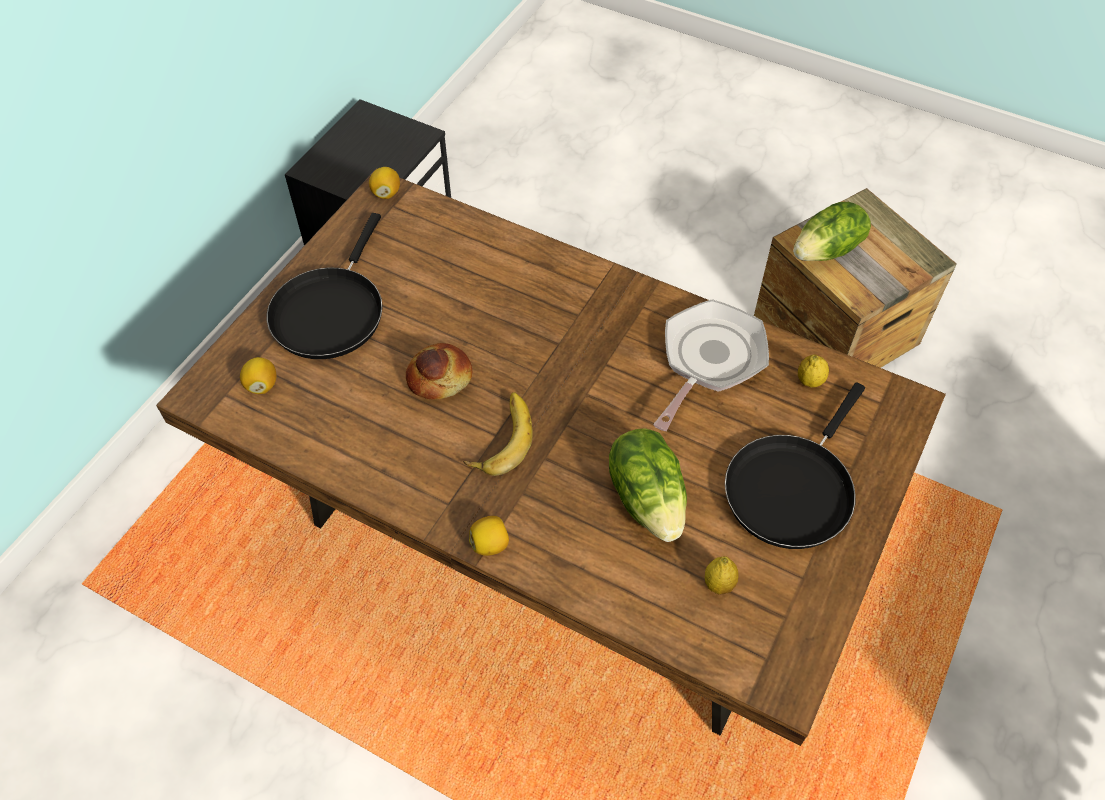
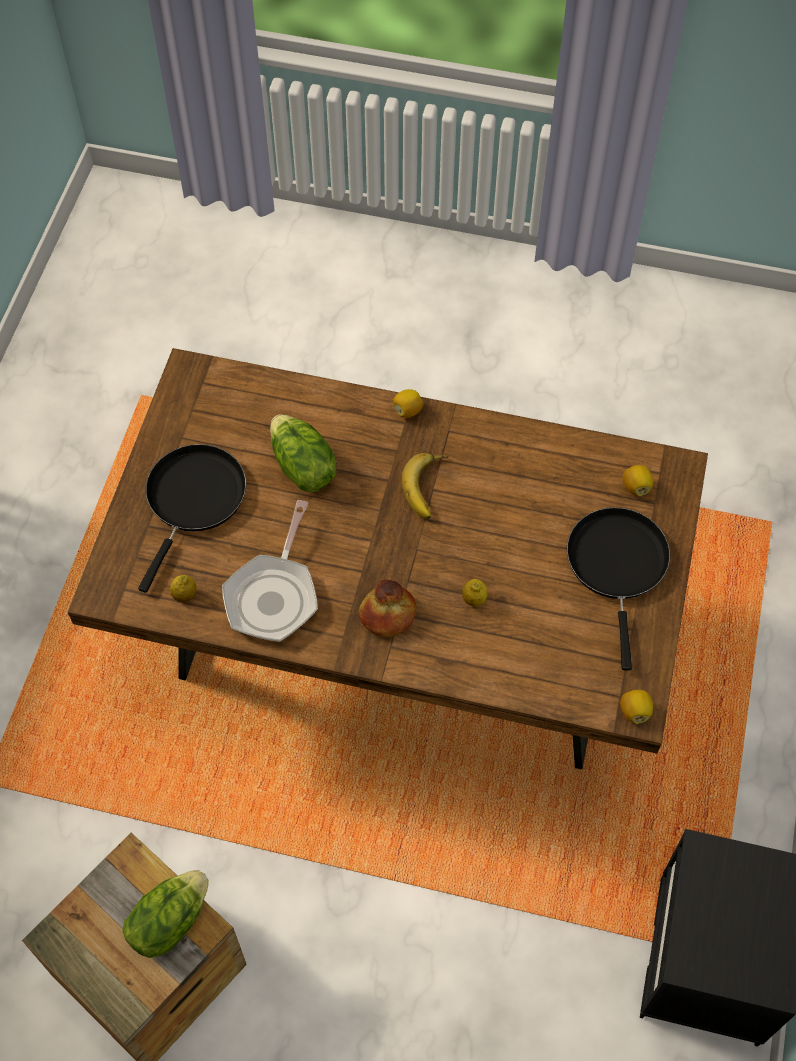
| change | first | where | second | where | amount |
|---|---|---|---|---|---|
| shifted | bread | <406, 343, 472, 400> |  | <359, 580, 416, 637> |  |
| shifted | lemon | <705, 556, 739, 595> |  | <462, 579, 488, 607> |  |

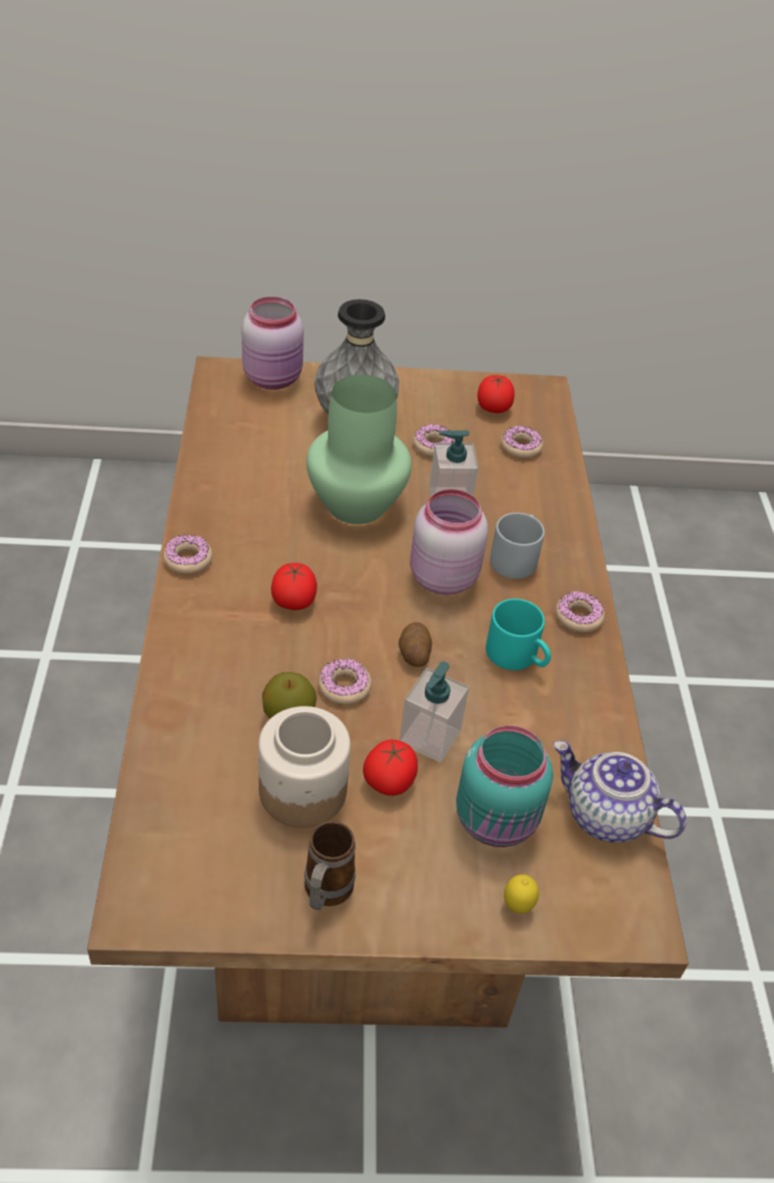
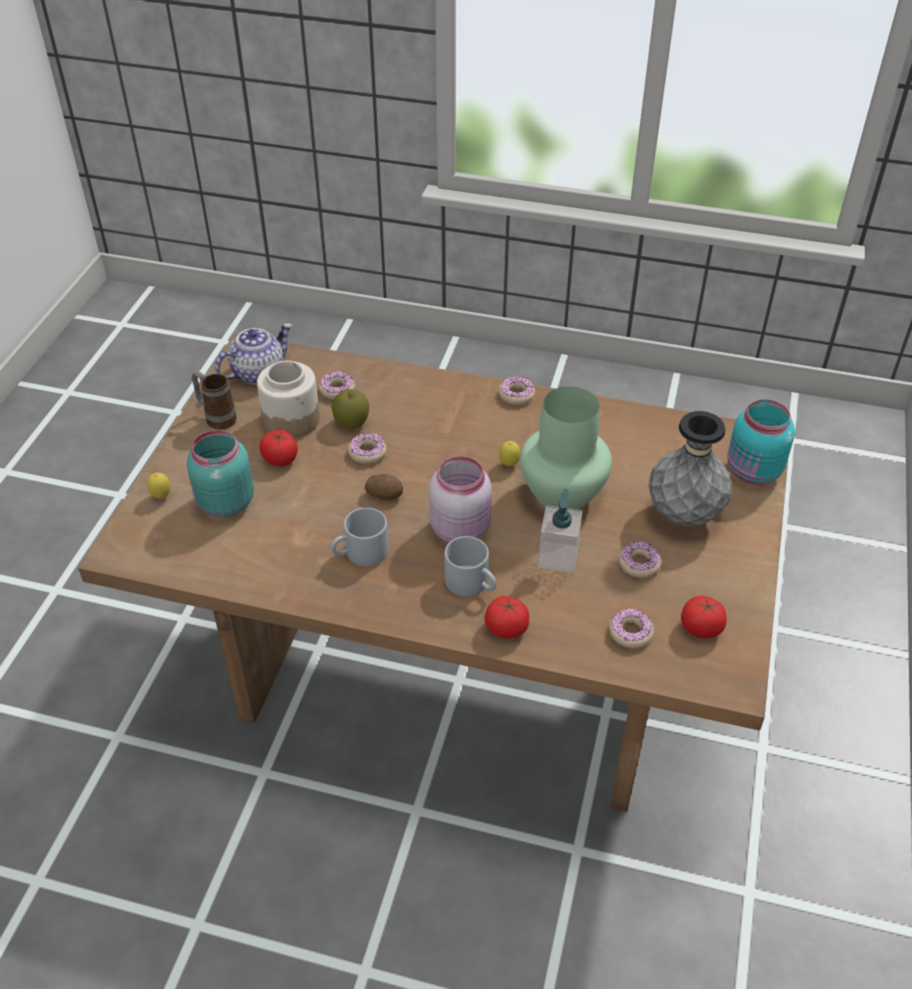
| change | first | where | second | where | amount |
|---|---|---|---|---|---|
| repainted | pink-coloured jar | <242, 297, 304, 390> | turquoise jar | <727, 399, 795, 485> |  |
| shifted | fresh tomato | <271, 563, 317, 610> |  | <485, 596, 529, 639> |  |
| shifted | donut | <556, 591, 605, 633> |  | <319, 371, 355, 400> |  |
| repainted | turquoise coffee mug | <486, 599, 551, 670> | gray coffee mug | <331, 508, 389, 566> |  |
| gone | soap bottle | <399, 662, 469, 762> |  |  |  |
| shifted | teapot | <553, 741, 686, 843> |  | <215, 323, 292, 384> |  |
| new |  |  | lemon | <499, 441, 521, 466> |  |

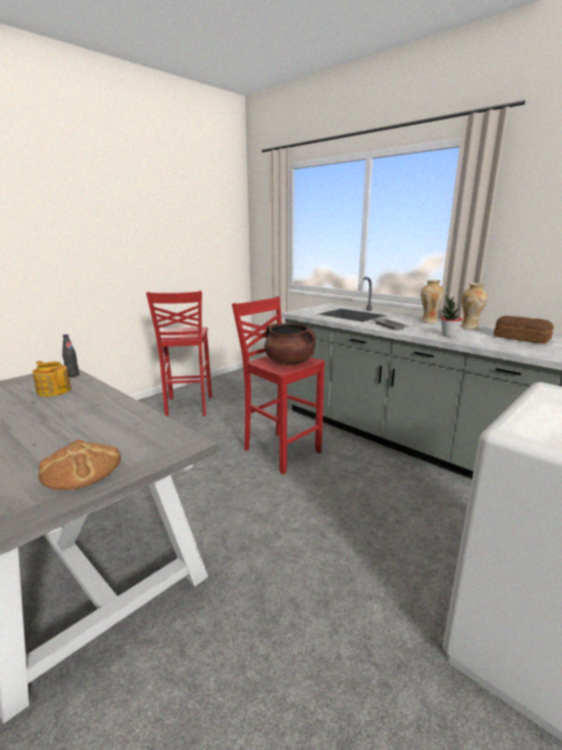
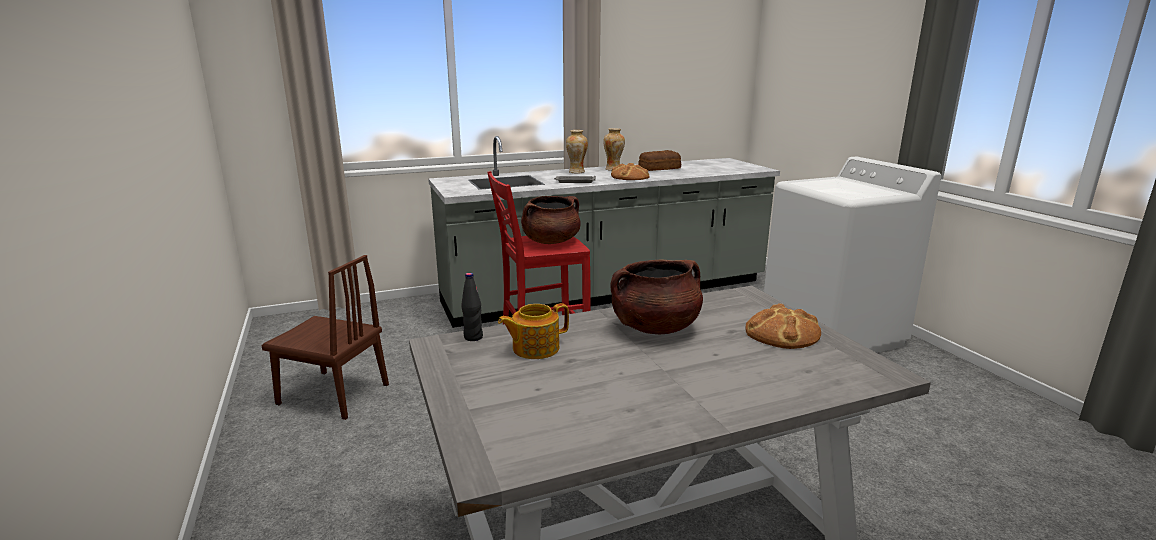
| change | first | where | second | where | amount |
|---|---|---|---|---|---|
| swapped | reddish sitting stool | <146, 291, 212, 417> | brownish chair | <261, 255, 389, 420> |  |
| swapped | plant in a pot | <441, 295, 462, 337> | bread | <611, 163, 649, 180> |  |
| new |  |  | brownish stockpot | <611, 260, 703, 334> |  |

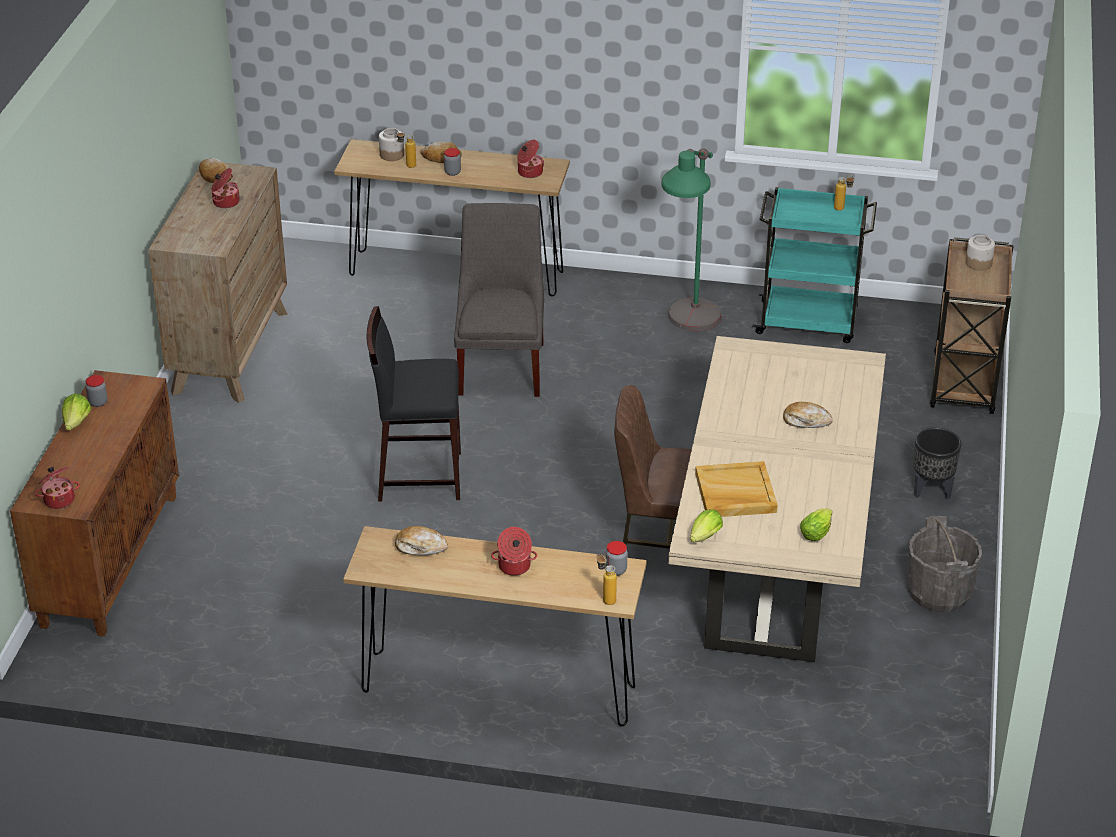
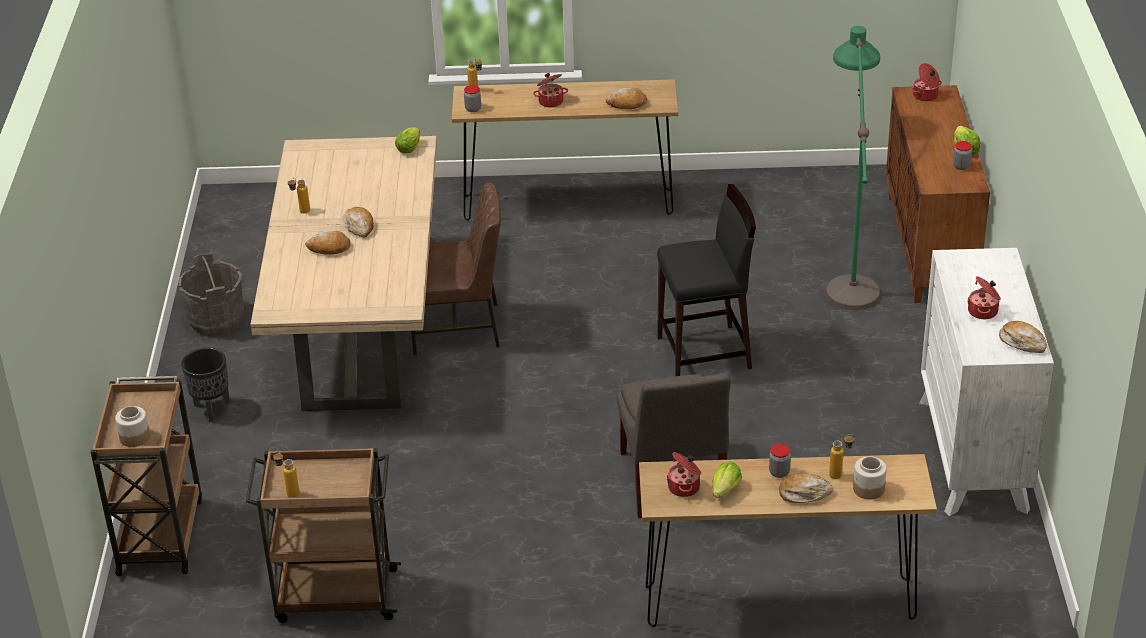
| change | first | where | second | where | amount |
|---|---|---|---|---|---|
| shifted | greenish standing lamp | <661, 149, 722, 331> |  | <825, 26, 881, 310> |  |
| repainted | brownish chest of drawers | <149, 163, 288, 403> | white chest of drawers | <919, 248, 1054, 516> |  |
| repainted | turquoise cart | <752, 187, 877, 343> | brownish cart | <246, 448, 401, 623> |  |
| gone | beige-coloured tray | <695, 461, 778, 517> |  |  |  |
| shifted | lettuce | <800, 508, 832, 541> |  | <712, 461, 742, 498> |  |
| new |  |  | beverage bottle | <288, 178, 310, 213> |  |
| new |  |  | bread | <342, 207, 374, 238> |  |

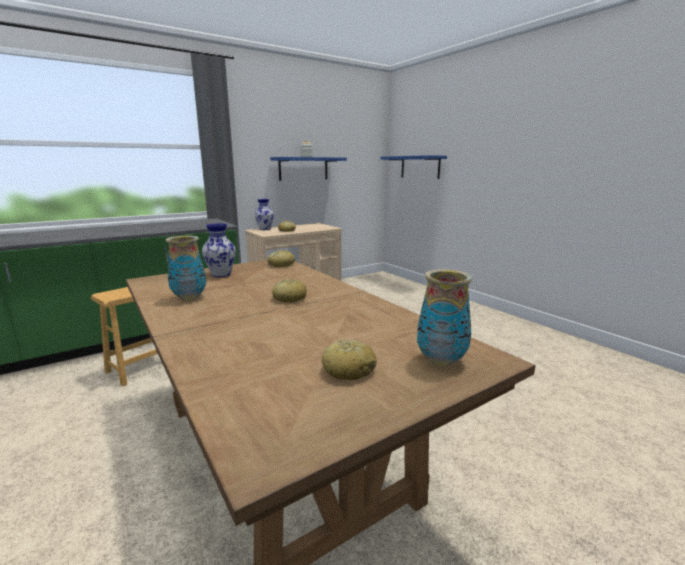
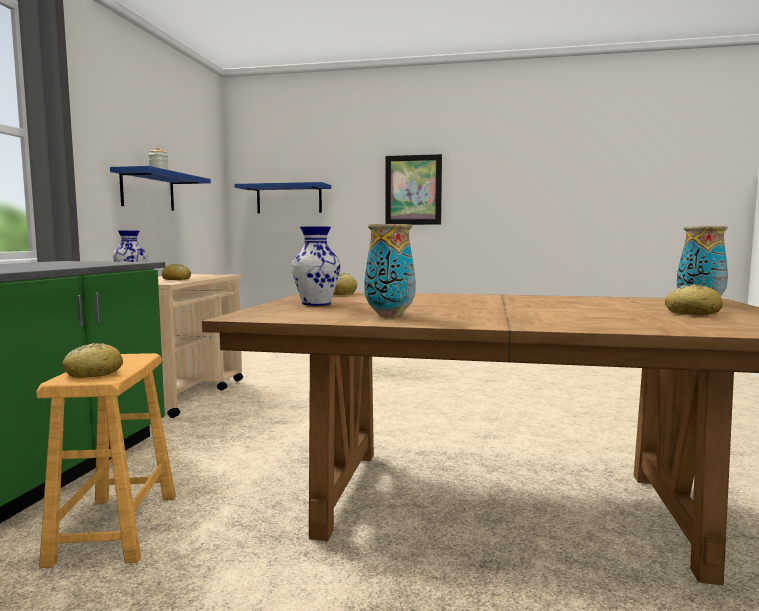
| change | first | where | second | where | amount |
|---|---|---|---|---|---|
| shifted | bread | <272, 279, 307, 303> |  | <62, 343, 123, 378> |  |
| new |  |  | wall art | <385, 154, 442, 225> |  |

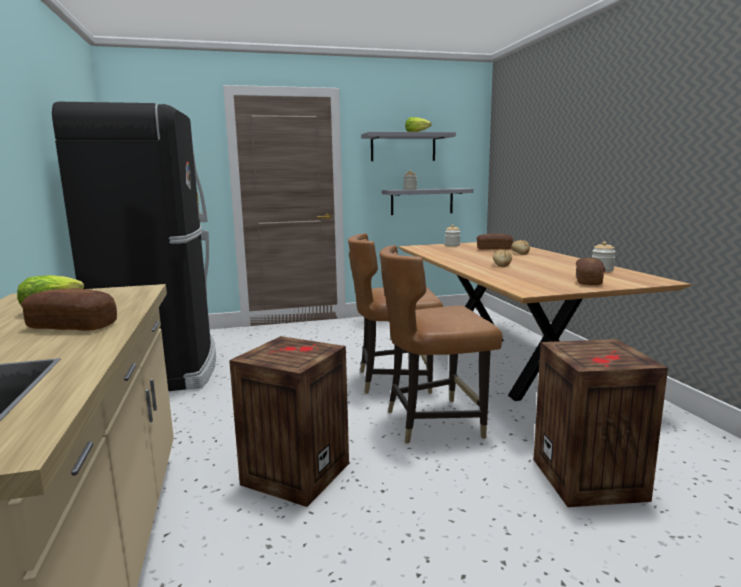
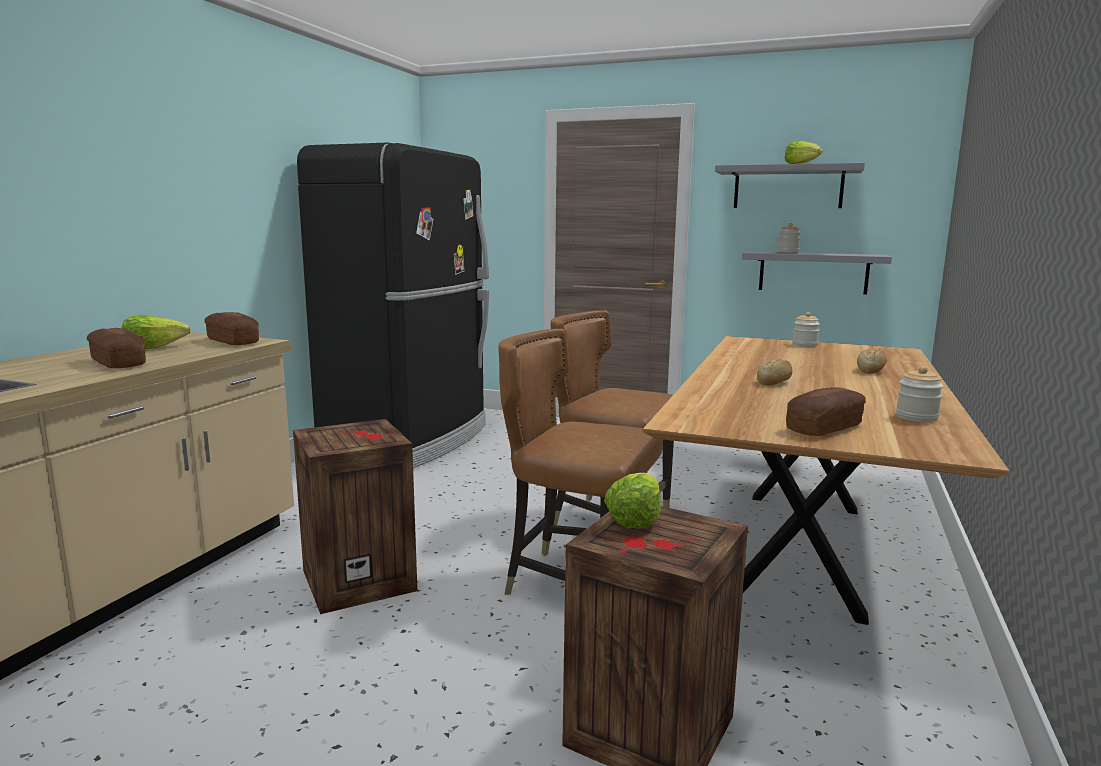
| change | first | where | second | where | amount |
|---|---|---|---|---|---|
| shifted | bread | <477, 233, 513, 250> |  | <204, 312, 259, 345> |  |
| new |  |  | lettuce | <604, 473, 661, 528> |  |

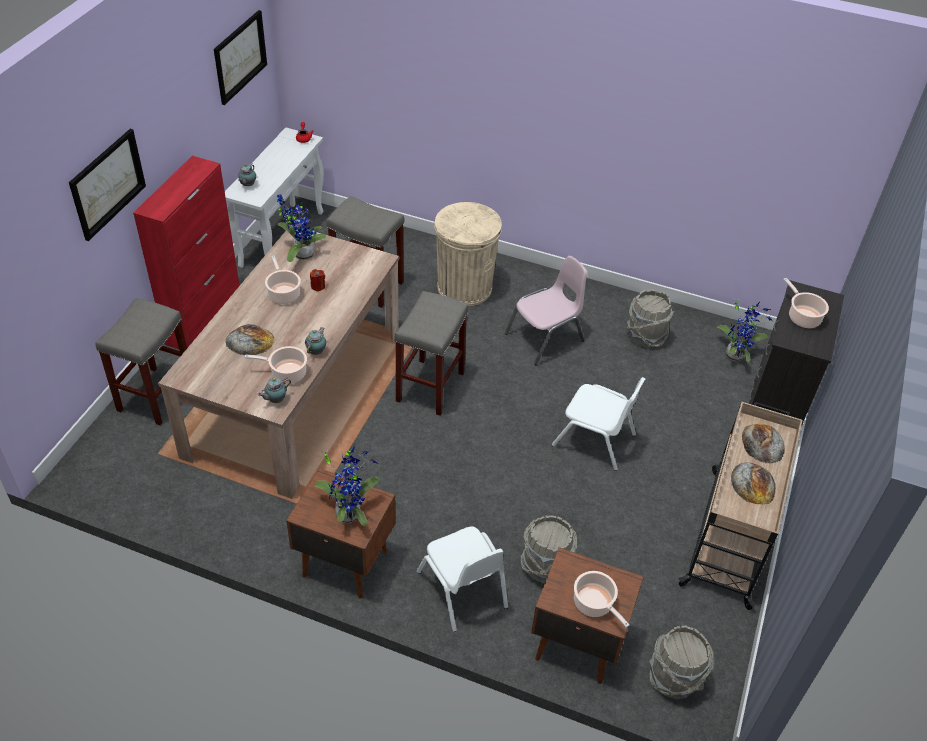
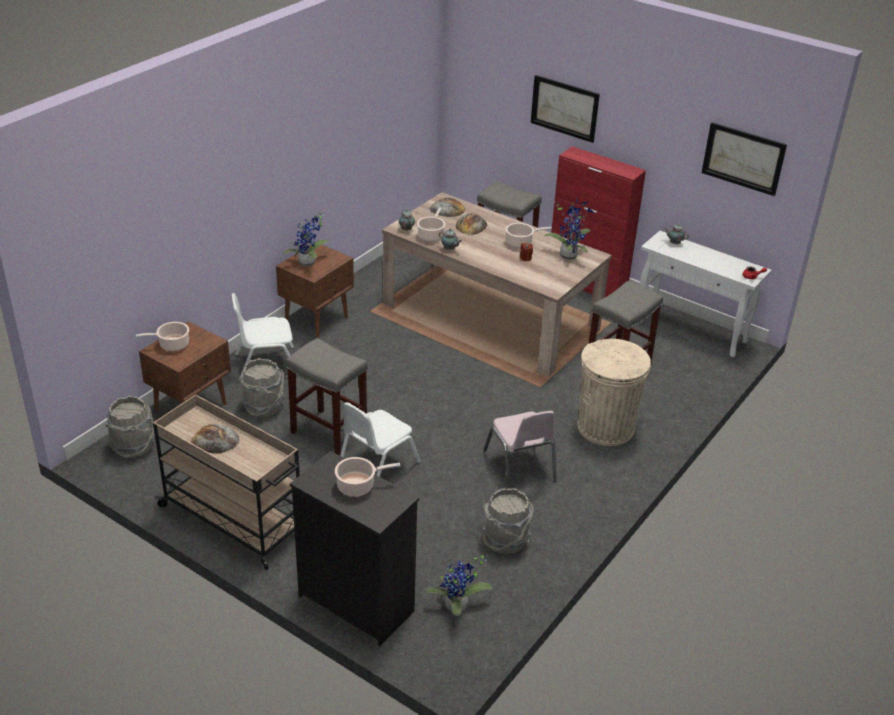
| change | first | where | second | where | amount |
|---|---|---|---|---|---|
| shifted | gray sitting stool | <394, 291, 468, 416> |  | <286, 338, 368, 456> |  |
| shifted | bread | <742, 424, 785, 464> |  | <430, 198, 465, 217> |  |

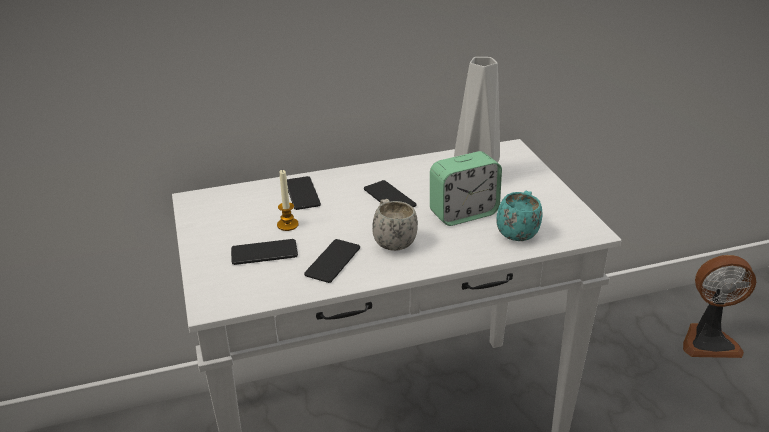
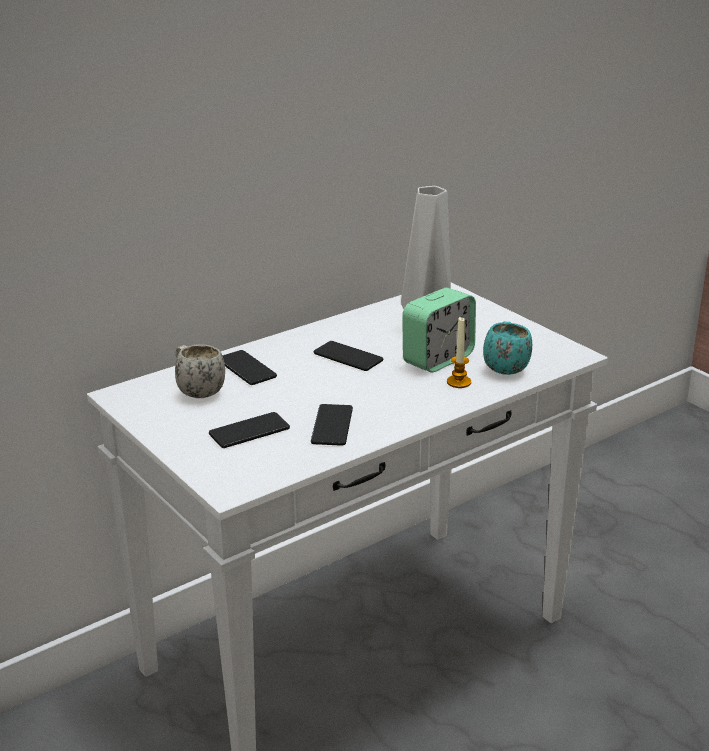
| change | first | where | second | where | amount |
|---|---|---|---|---|---|
| shifted | wax candle | <277, 169, 299, 231> |  | <447, 317, 471, 388> |  |
| shifted | white coffee mug | <372, 199, 418, 251> |  | <175, 344, 225, 398> |  |
| gone | fan | <683, 255, 756, 358> |  |  |  |

